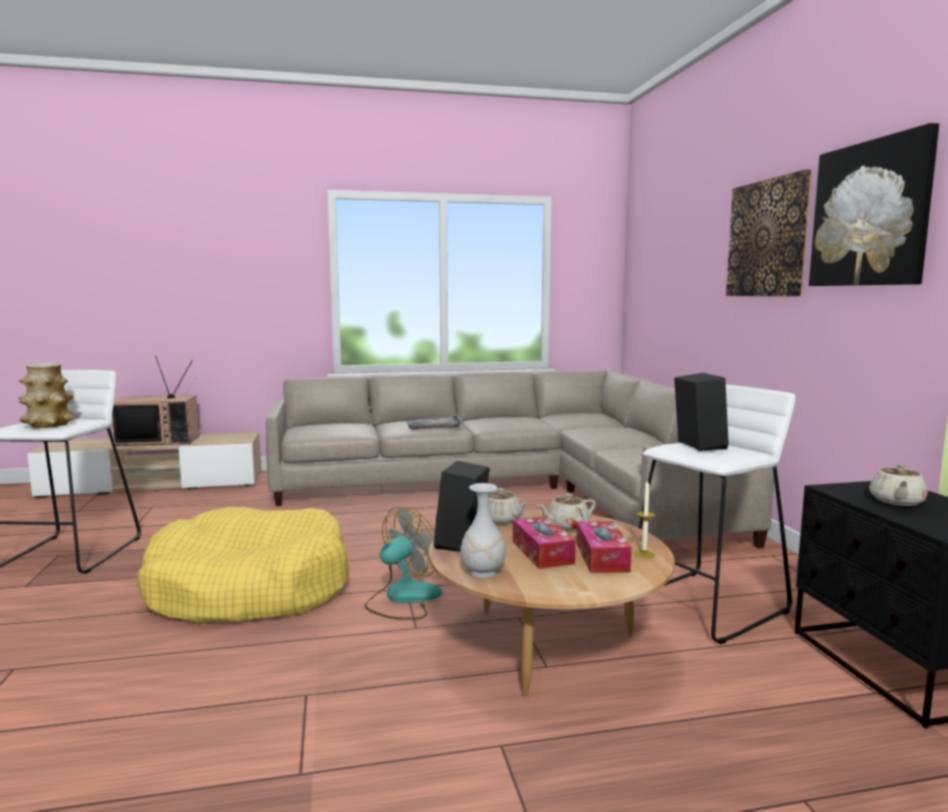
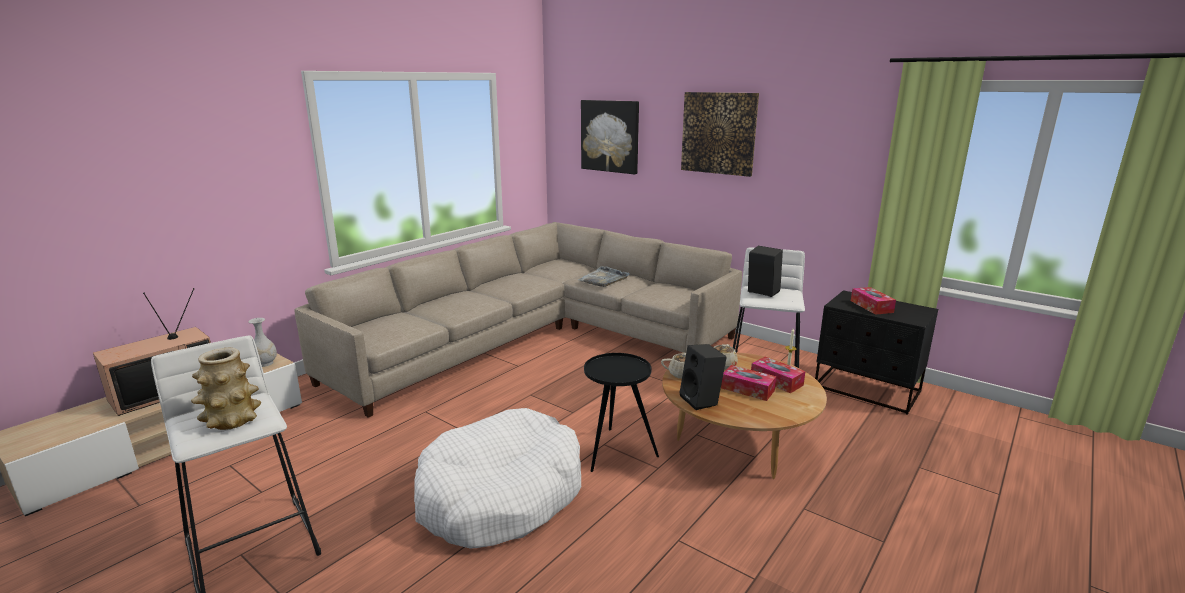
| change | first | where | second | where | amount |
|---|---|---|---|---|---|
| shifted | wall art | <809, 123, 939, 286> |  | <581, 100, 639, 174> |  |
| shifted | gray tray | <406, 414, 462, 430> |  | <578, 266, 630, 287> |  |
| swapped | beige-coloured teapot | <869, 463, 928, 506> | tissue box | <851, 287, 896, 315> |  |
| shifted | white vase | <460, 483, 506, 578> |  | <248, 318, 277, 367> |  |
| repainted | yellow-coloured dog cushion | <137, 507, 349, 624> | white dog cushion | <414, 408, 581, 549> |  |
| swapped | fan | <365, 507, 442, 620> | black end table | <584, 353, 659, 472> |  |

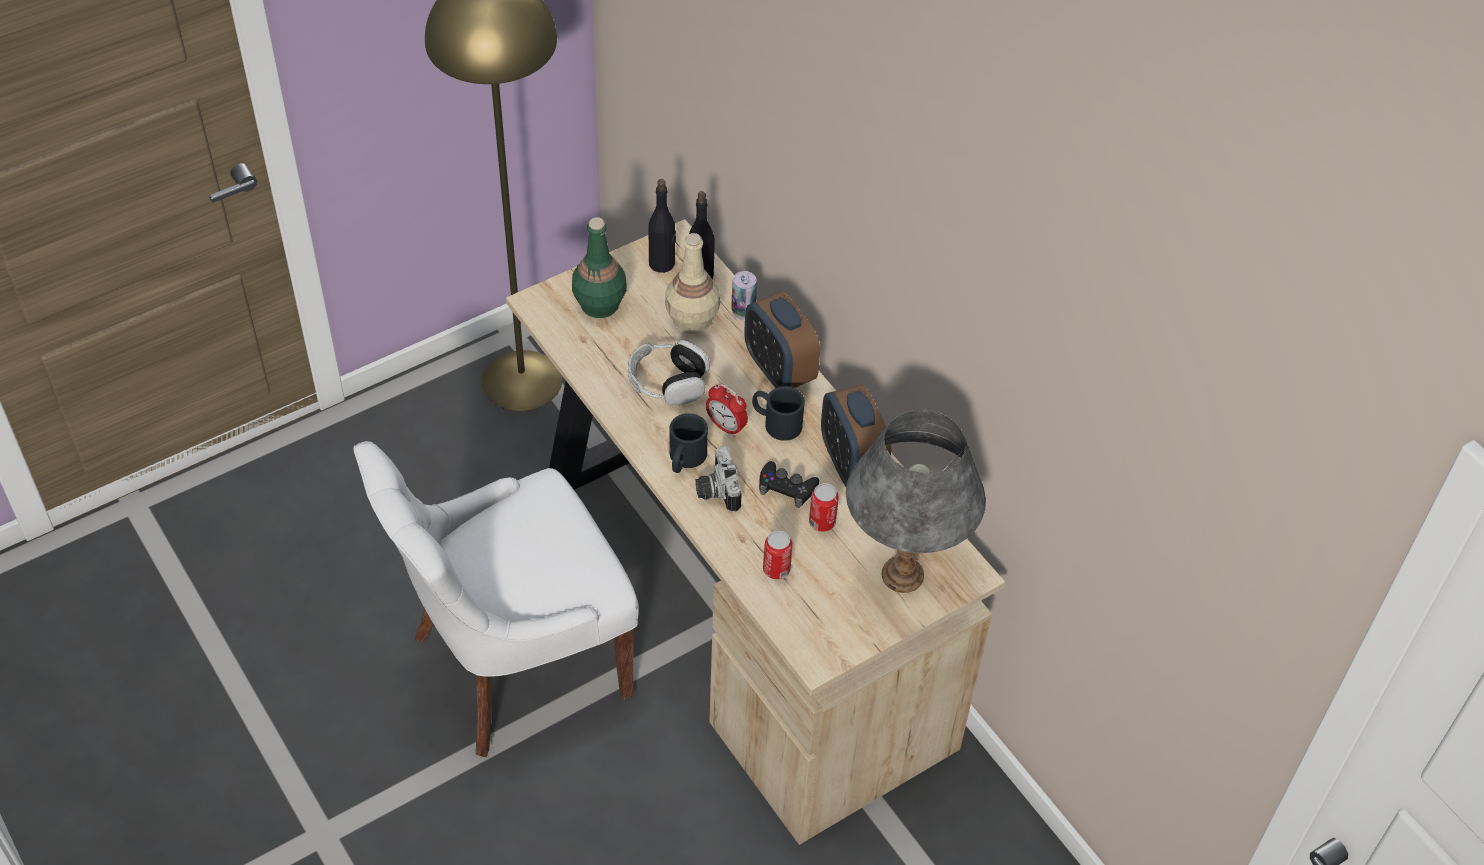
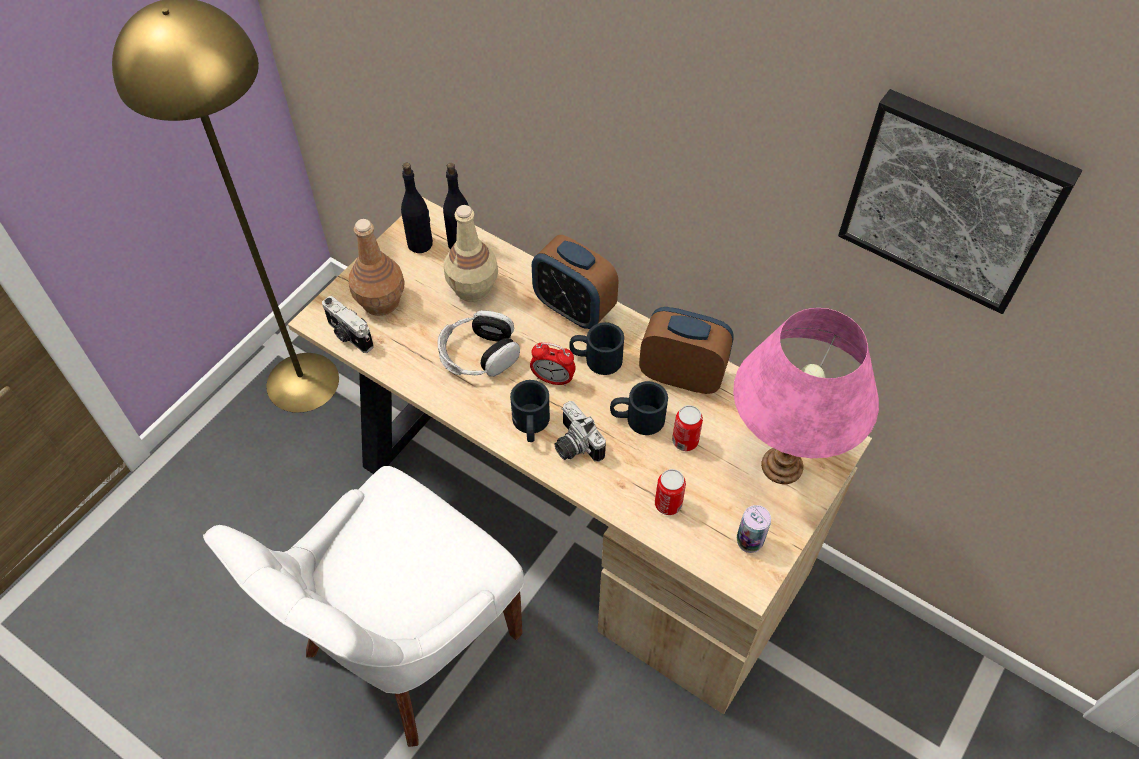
| change | first | where | second | where | amount |
|---|---|---|---|---|---|
| repainted | greenish beverage bottle | <572, 217, 627, 318> | brownish beverage bottle | <348, 219, 404, 316> |  |
| shifted | sealed can | <731, 271, 757, 320> |  | <737, 505, 771, 553> |  |
| rotated | table clock | <821, 384, 891, 486> |  | <639, 307, 734, 394> | 150 degrees clockwise |
| repainted | gray tabletop lamp | <846, 410, 986, 593> | pink-coloured tabletop lamp | <733, 308, 879, 484> |  |
| swapped | black game controller | <759, 461, 819, 508> | black coffee mug | <610, 381, 668, 435> |  |
| new |  |  | wall art | <838, 89, 1082, 314> |  |
| new |  |  | photo camera | <322, 296, 374, 353> |  |

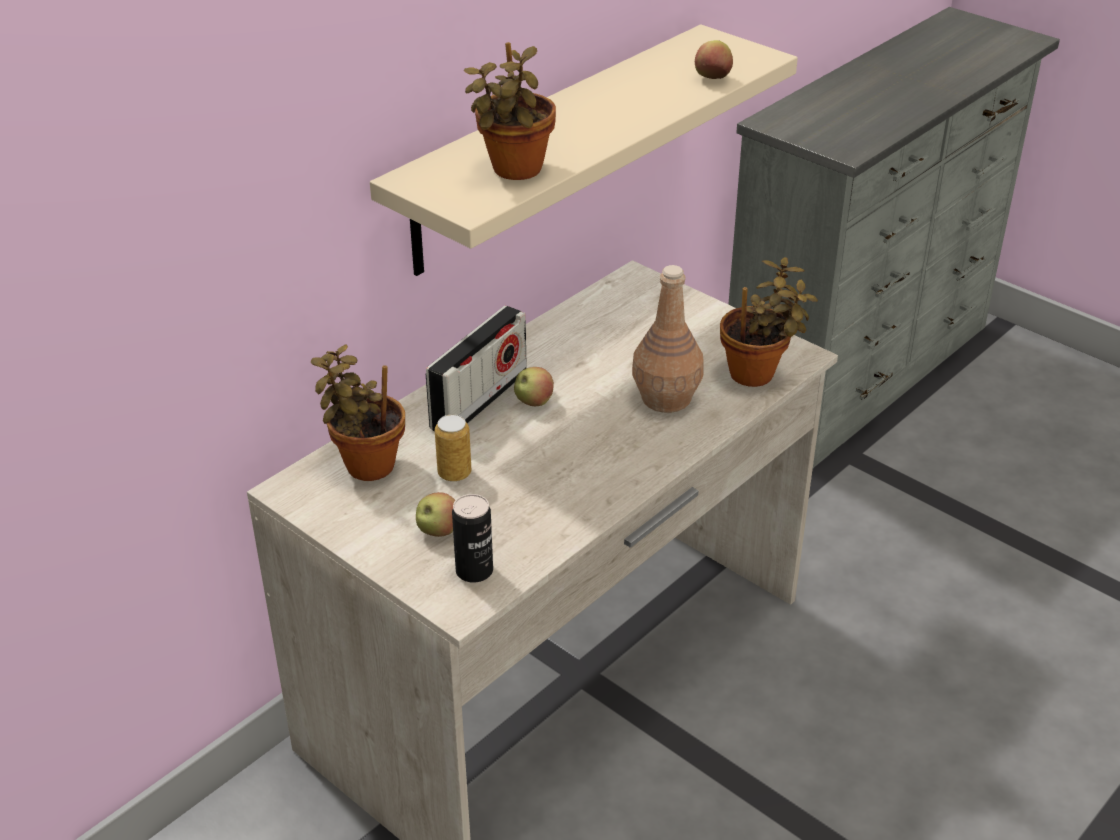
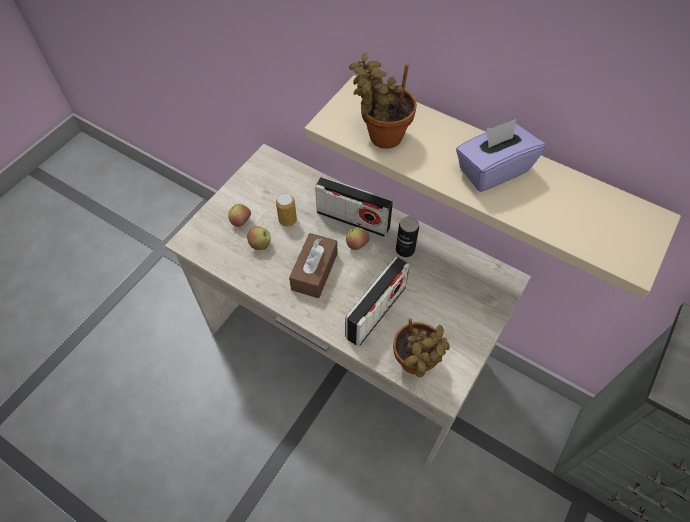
| change | first | where | second | where | amount |
|---|---|---|---|---|---|
| shifted | apple | <695, 40, 733, 79> |  | <247, 227, 271, 250> |  |
| swapped | brownish beverage bottle | <632, 265, 704, 413> | radio receiver | <345, 256, 410, 347> |  |
| gone | plant in a pot | <311, 344, 405, 481> |  |  |  |
| shifted | sealed can | <452, 494, 493, 583> |  | <396, 216, 419, 257> |  |
| new |  |  | purple-coloured tissue box | <456, 119, 545, 192> |  |
| new |  |  | brownish tissue box | <289, 233, 337, 298> |  |

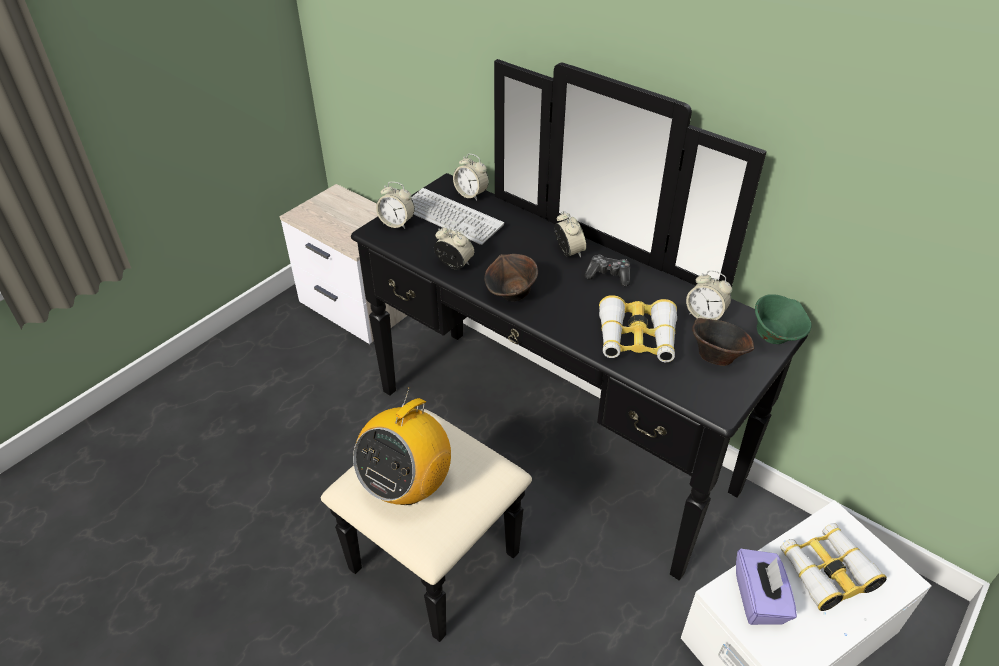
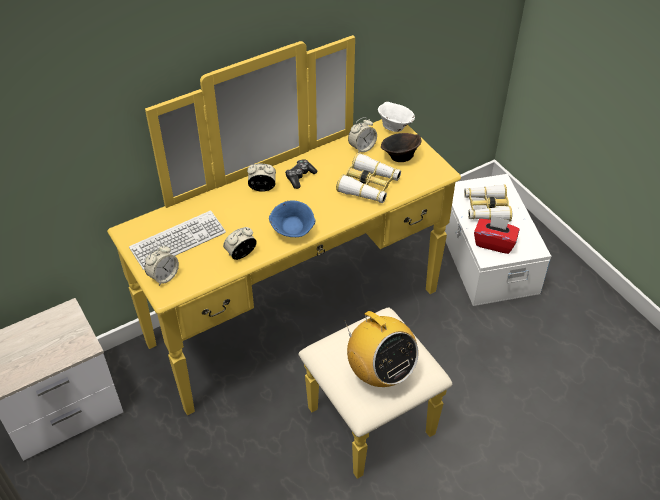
| change | first | where | second | where | amount |
|---|---|---|---|---|---|
| repainted | black chest of drawers | <321, 59, 808, 642> | yellow-coloured chest of drawers | <107, 35, 461, 479> |  |
| gone | table clock | <453, 154, 489, 201> |  |  |  |
| repainted | brownish bowl | <484, 254, 538, 301> | bluish bowl | <269, 201, 316, 237> |  |
| repainted | greenish bowl | <755, 294, 812, 344> | white bowl | <378, 102, 415, 132> |  |
| repainted | purple-coloured tissue box | <736, 549, 797, 625> | reddish tissue box | <474, 215, 519, 254> |  |

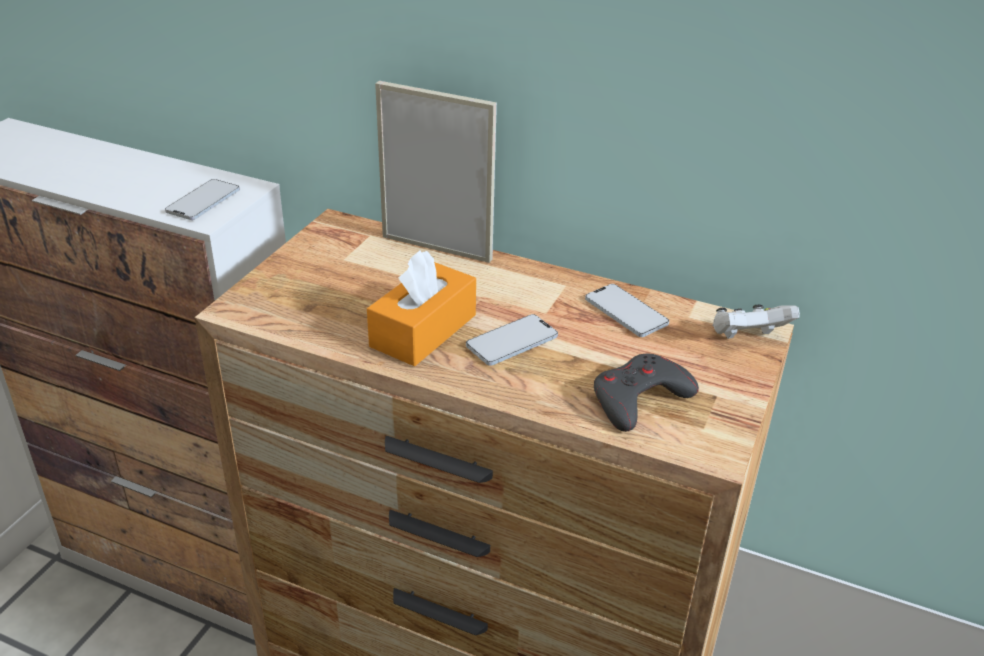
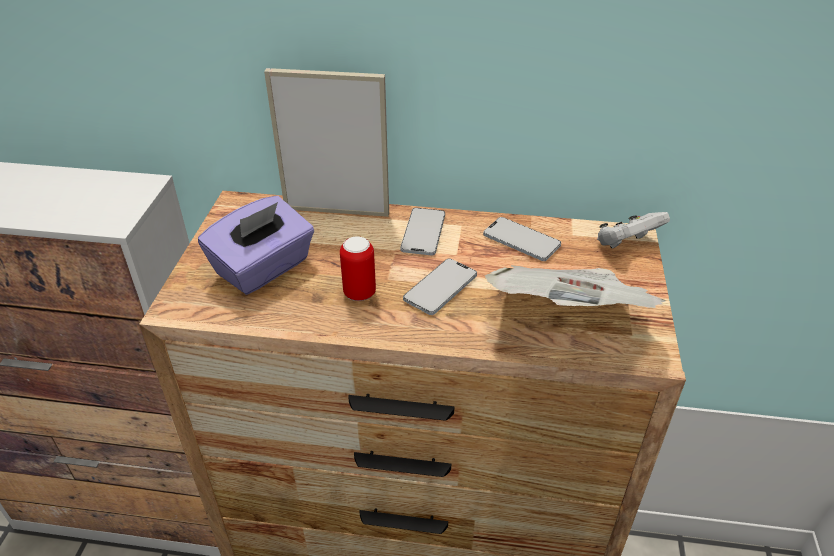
| change | first | where | second | where | amount |
|---|---|---|---|---|---|
| shifted | phone | <165, 179, 240, 220> |  | <400, 208, 445, 255> |  |
| swapped | orangey tissue box | <367, 250, 476, 366> | sealed can | <340, 237, 376, 301> |  |
| swapped | gray game controller | <594, 354, 699, 432> | printed paper | <485, 265, 666, 308> |  |
| new |  |  | purple-coloured tissue box | <198, 196, 314, 295> |  |

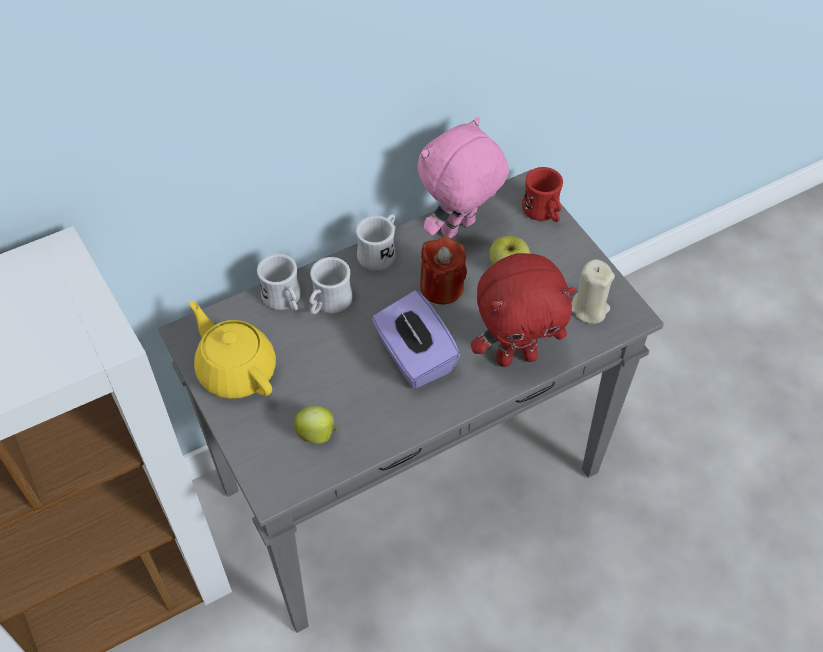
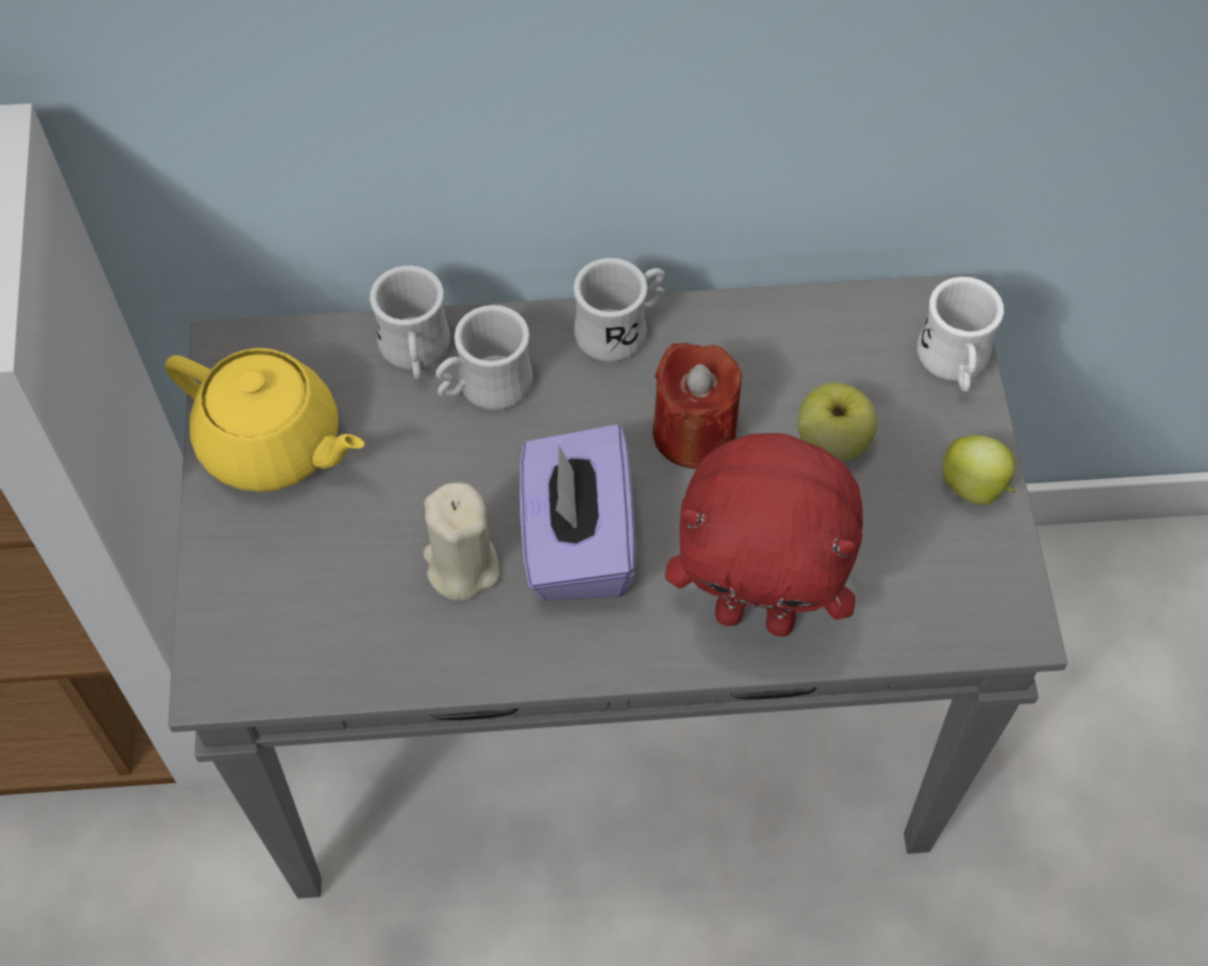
| change | first | where | second | where | amount |
|---|---|---|---|---|---|
| gone | pink-coloured plush toy | <417, 117, 509, 238> |  |  |  |
| repainted | reddish coffee mug | <522, 167, 563, 222> | white coffee mug | <917, 277, 1004, 392> |  |
| shifted | beige-coloured wax candle | <571, 259, 615, 324> |  | <423, 482, 499, 601> |  |
| rotated | yellow-coloured teapot | <189, 301, 276, 399> |  | <165, 348, 364, 492> | 135 degrees clockwise |
| shifted | apple | <294, 406, 338, 444> |  | <942, 435, 1016, 505> |  |

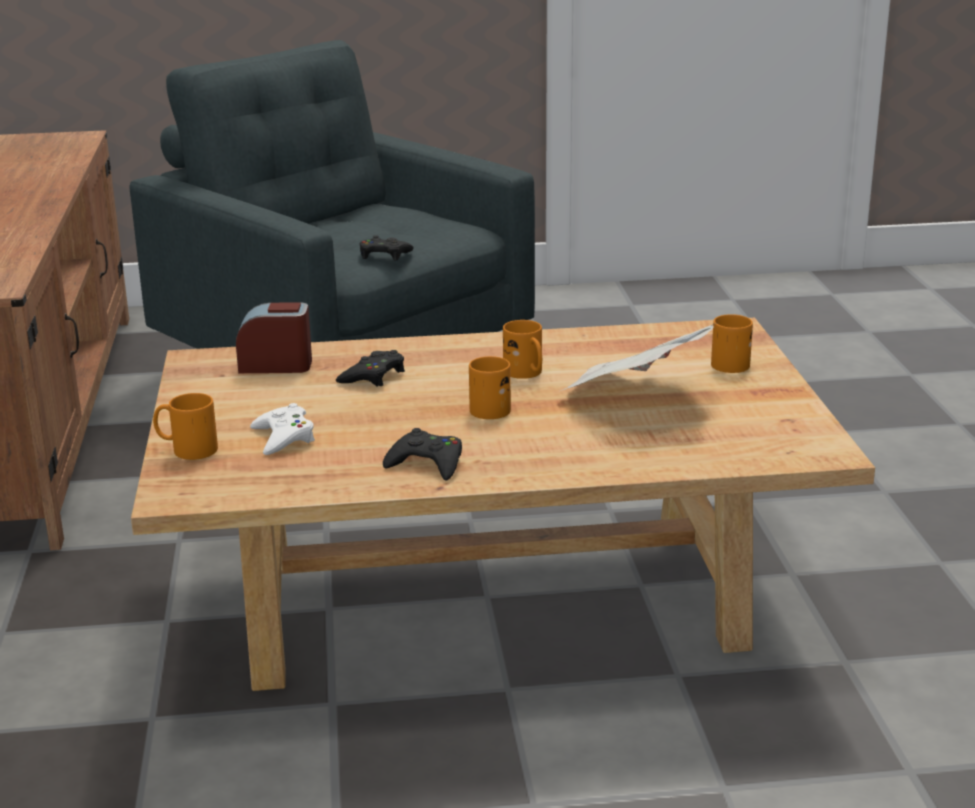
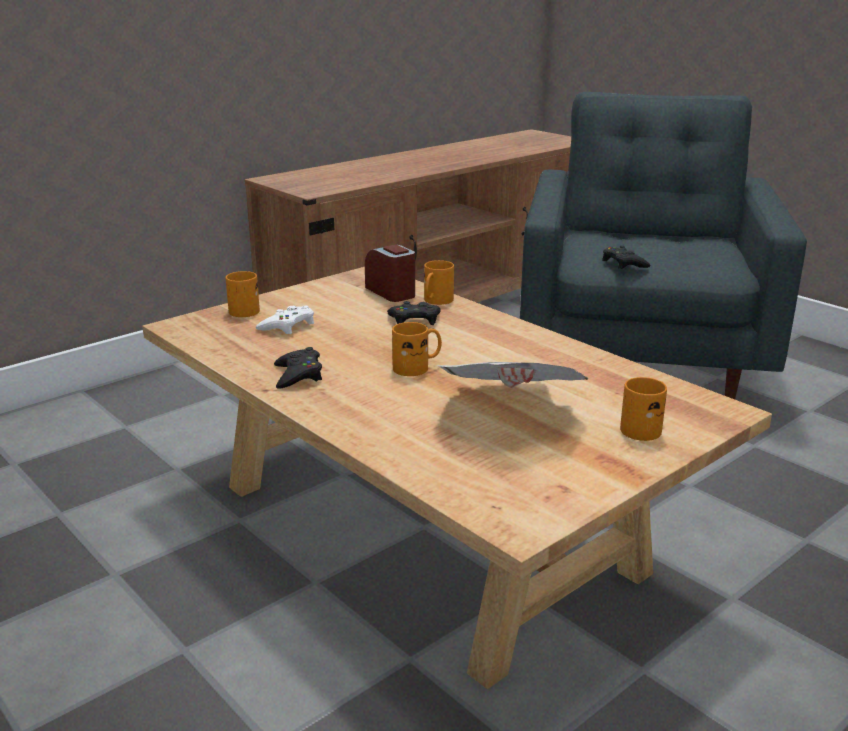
| change | first | where | second | where | amount |
|---|---|---|---|---|---|
| shifted | orangey coffee mug | <503, 320, 542, 379> |  | <424, 260, 454, 305> |  |

